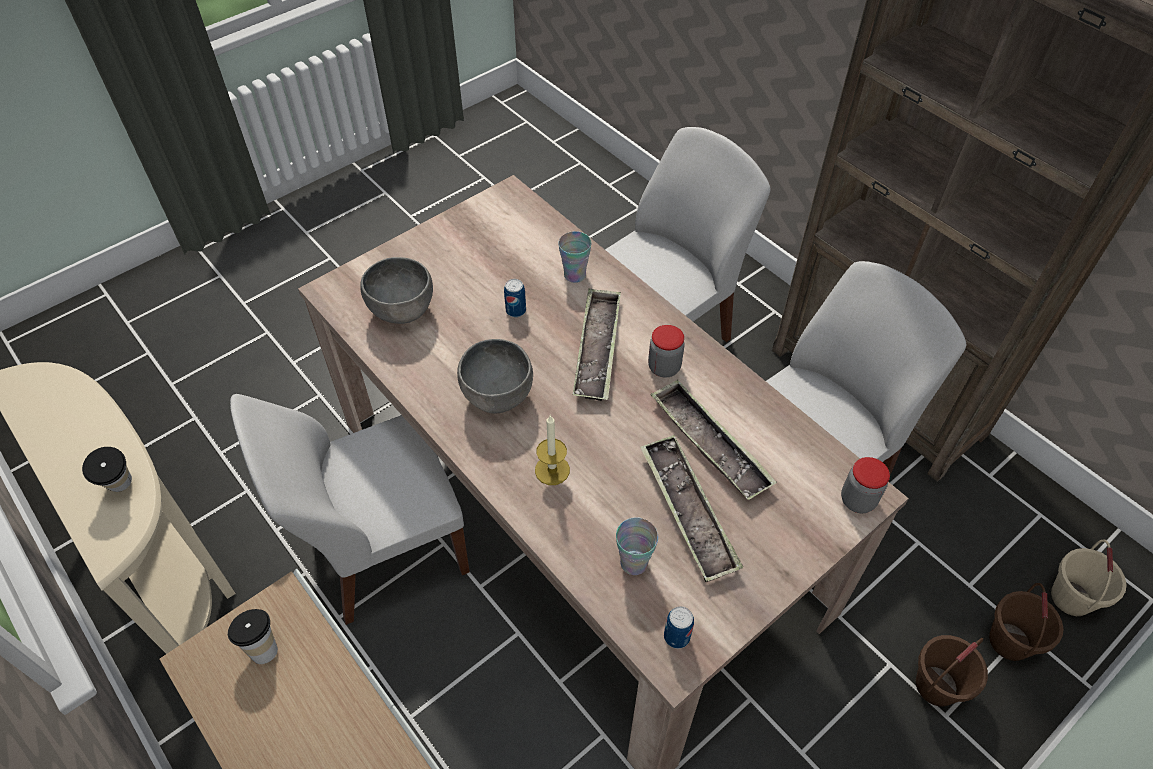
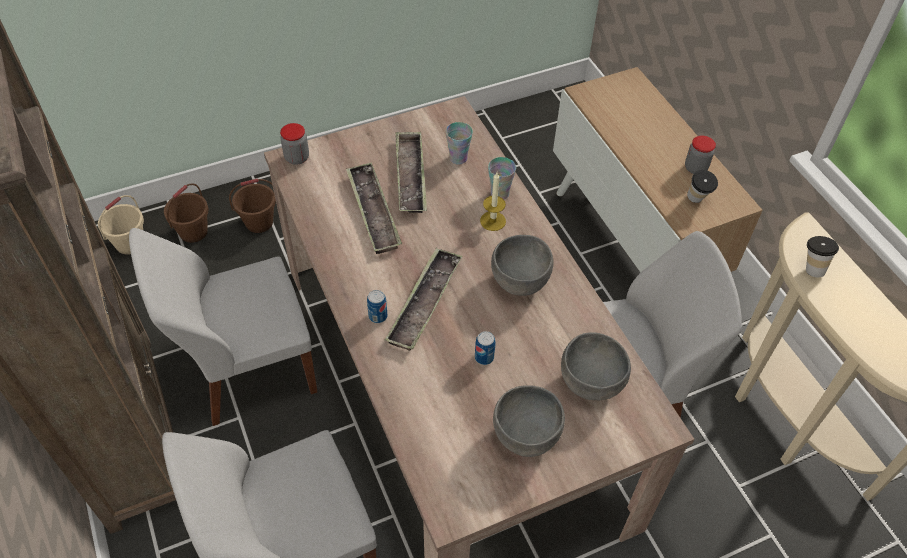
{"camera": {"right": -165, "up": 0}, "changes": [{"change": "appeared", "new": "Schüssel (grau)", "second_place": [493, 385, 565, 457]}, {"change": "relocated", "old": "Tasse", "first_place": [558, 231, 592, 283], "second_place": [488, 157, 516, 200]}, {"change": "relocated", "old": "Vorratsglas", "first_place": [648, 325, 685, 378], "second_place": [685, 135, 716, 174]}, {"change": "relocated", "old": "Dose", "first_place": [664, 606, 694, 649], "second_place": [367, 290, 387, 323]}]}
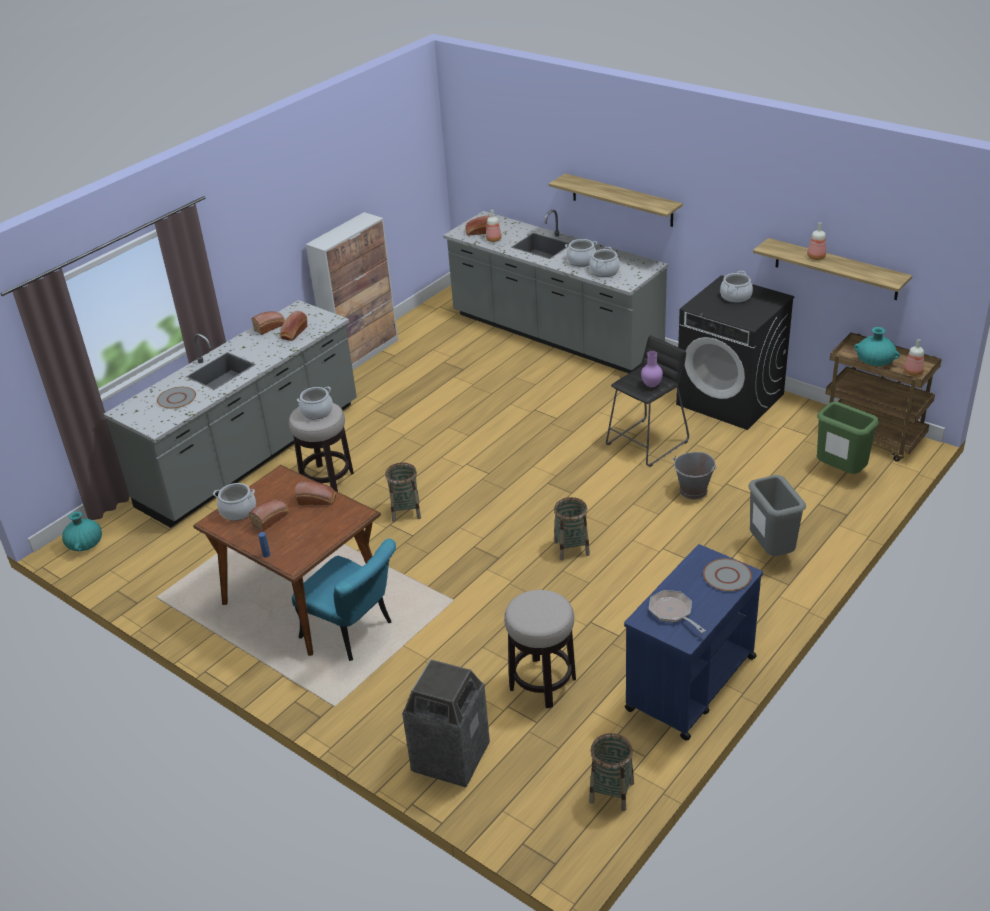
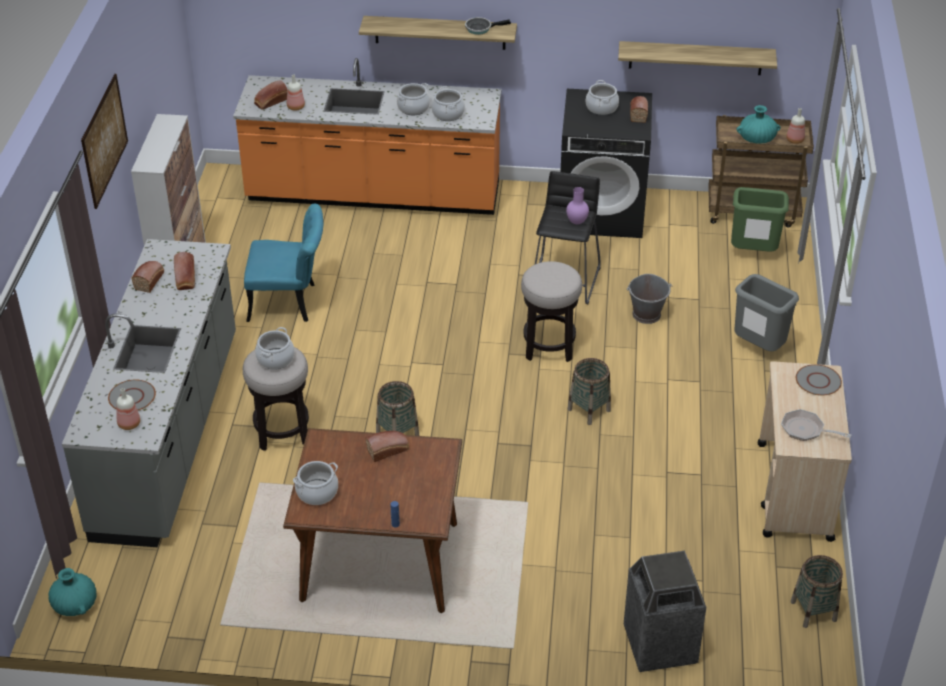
{"camera": {"right": -35, "up": 5}, "changes": [{"change": "appeared", "new": "Bild", "second_place": [81, 74, 128, 209]}, {"change": "appeared", "new": "Pfanne", "second_place": [465, 17, 511, 35]}, {"change": "relocated", "old": "Brot", "first_place": [249, 500, 289, 531], "second_place": [630, 96, 648, 123]}, {"change": "relocated", "old": "Stuhl (türkis)", "first_place": [292, 539, 396, 661], "second_place": [244, 203, 324, 322]}, {"change": "relocated", "old": "Hocker", "first_place": [504, 590, 576, 708], "second_place": [521, 261, 582, 362]}, {"change": "relocated", "old": "Flasche", "first_place": [807, 222, 826, 260], "second_place": [117, 388, 140, 430]}, {"change": "colour", "old": "Küchenzeile (grau)", "new": "Küchenzeile (orange)", "first_place": [443, 210, 668, 373], "second_place": [233, 58, 501, 215]}, {"change": "colour", "old": "Rollwagen (blau)", "new": "Rollwagen (beige)", "first_place": [624, 544, 763, 741], "second_place": [758, 361, 852, 542]}]}
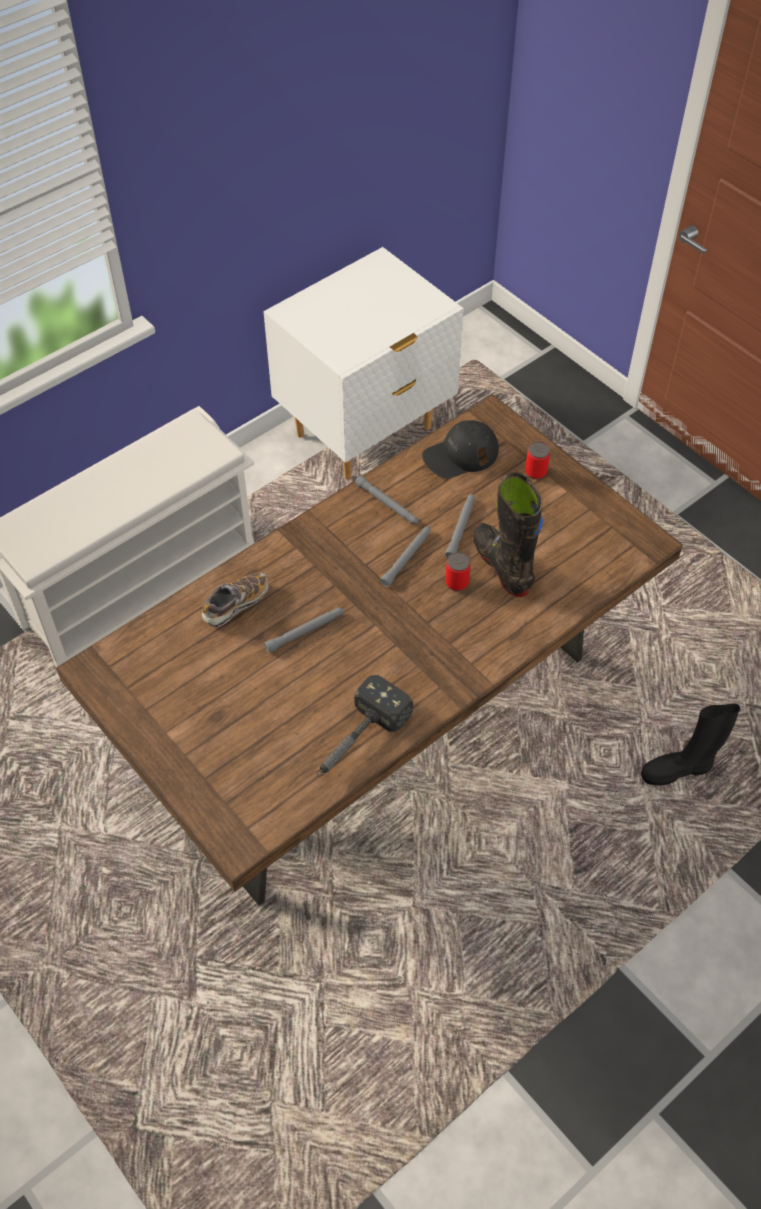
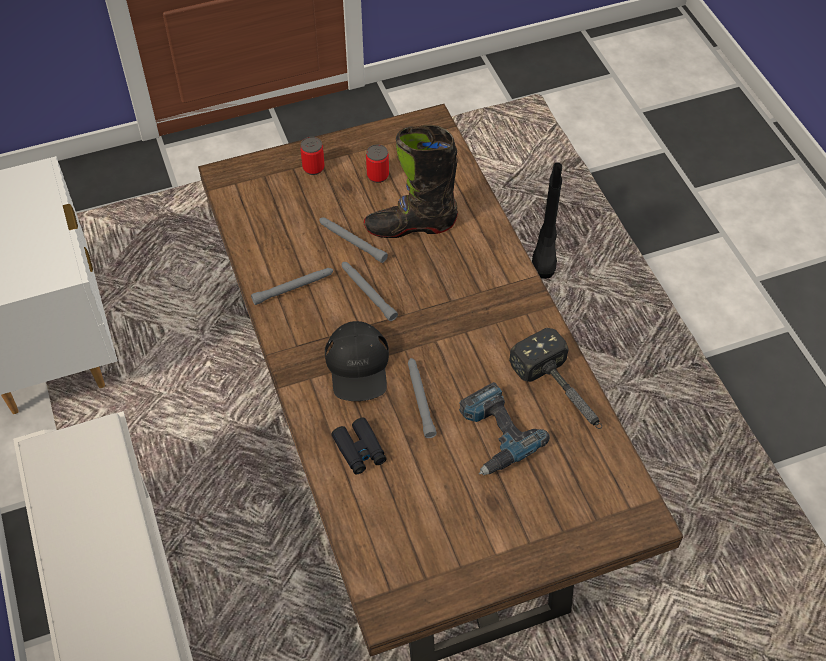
{"camera": {"right": -70, "up": 0}, "changes": [{"change": "appeared", "new": "Bohrmaschine", "second_place": [459, 382, 550, 475]}, {"change": "relocated", "old": "Kappe (schwarz)", "first_place": [422, 420, 499, 479], "second_place": [325, 321, 389, 401]}, {"change": "relocated", "old": "Dose", "first_place": [445, 552, 471, 591], "second_place": [366, 144, 389, 183]}, {"change": "exchanged", "old": "Schuh", "new": "Fernglas (schwarz)", "first_place": [202, 573, 269, 627], "second_place": [331, 417, 387, 475]}]}
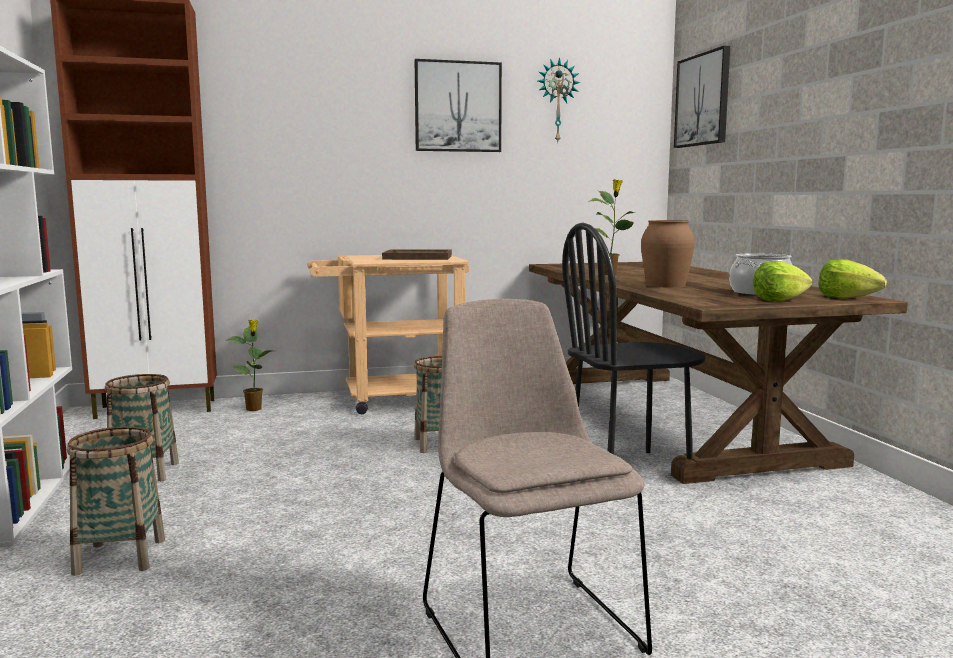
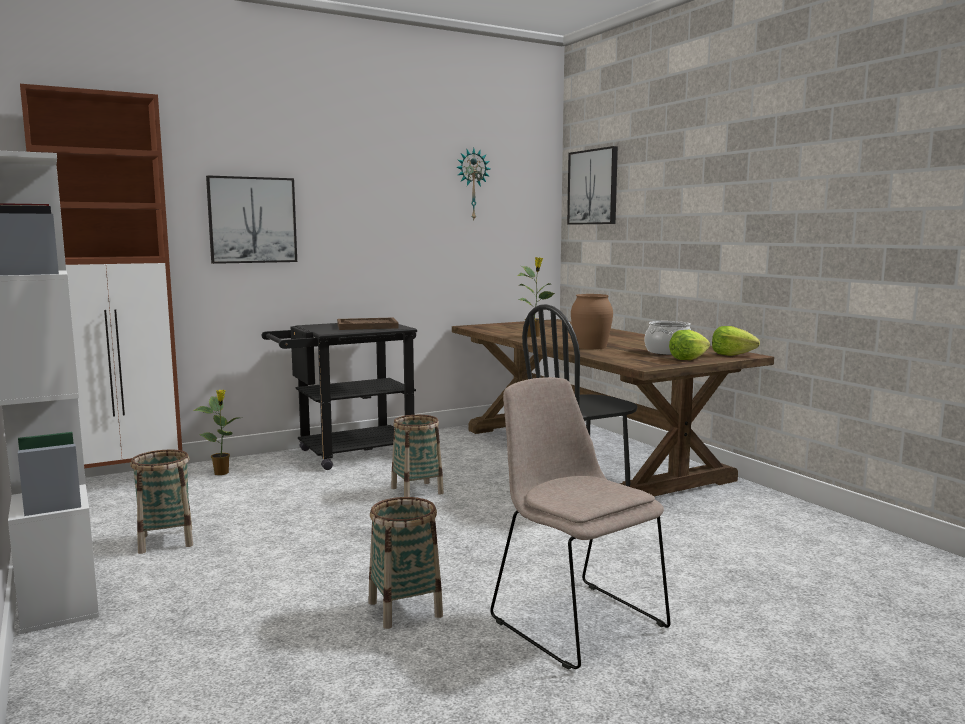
{"camera": {"right": -15, "up": 0}, "changes": [{"change": "relocated", "old": "Korb", "first_place": [67, 426, 165, 576], "second_place": [369, 497, 443, 629]}, {"change": "relocated", "old": "Bild", "first_place": [415, 59, 502, 152], "second_place": [206, 175, 297, 264]}, {"change": "colour", "old": "Rollwagen (beige)", "new": "Rollwagen (schwarz)", "first_place": [307, 255, 469, 414], "second_place": [261, 323, 417, 470]}]}
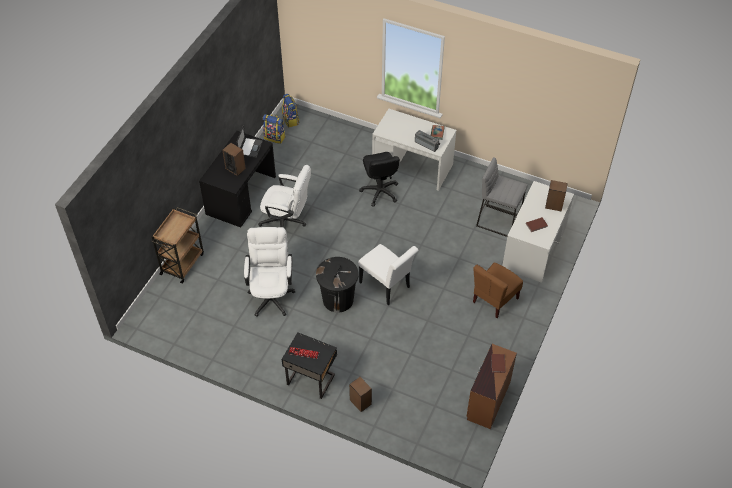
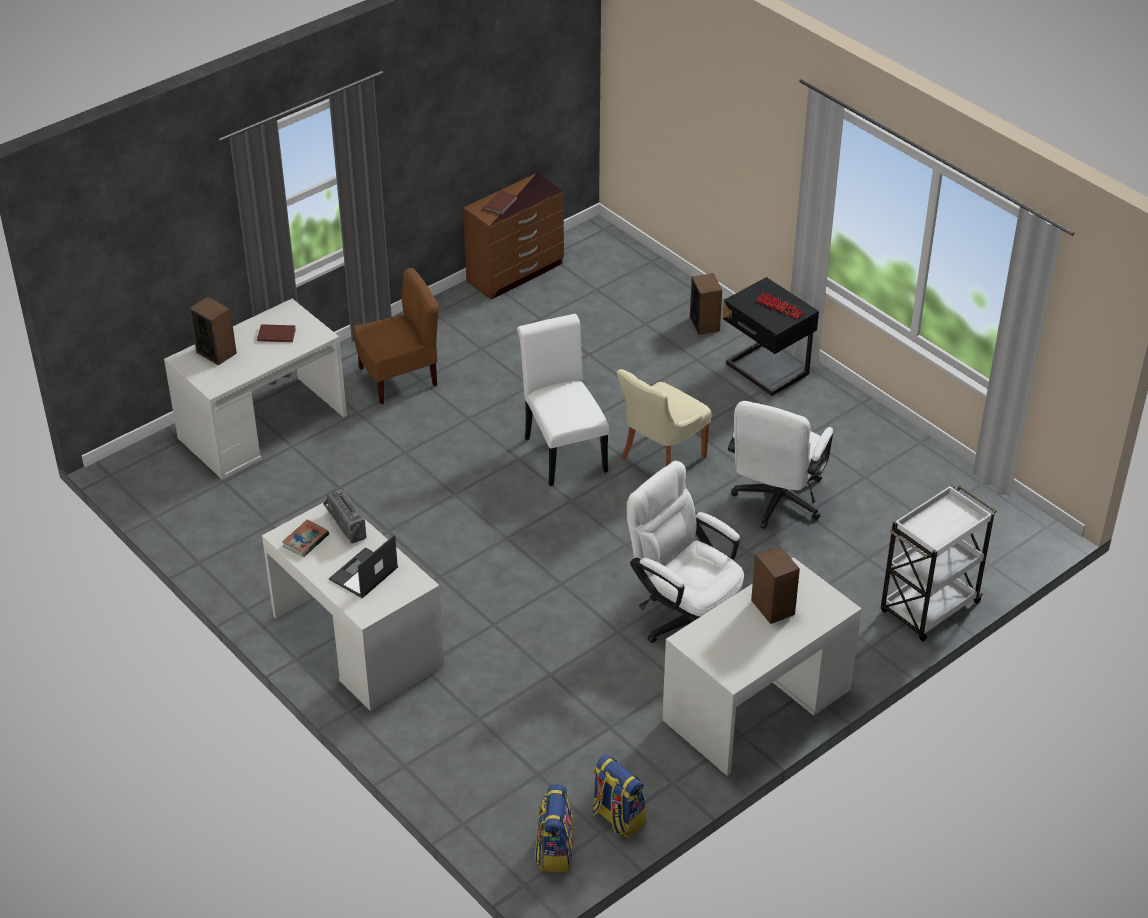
{"camera": {"right": -155, "up": -10}, "changes": [{"change": "missing", "old": "Bürostuhl (schwarz)", "first_place": [359, 152, 400, 207]}, {"change": "missing", "old": "Hocker (grau)", "first_place": [476, 157, 528, 237]}, {"change": "relocated", "old": "Laptop", "first_place": [237, 125, 263, 158], "second_place": [329, 534, 398, 598]}, {"change": "exchanged", "old": "Mülleimer (schwarz)", "new": "Stuhl (beige)", "first_place": [316, 257, 358, 313], "second_place": [617, 369, 712, 466]}, {"change": "colour", "old": "Rollwagen (braun)", "new": "Rollwagen (weiß)", "first_place": [151, 207, 204, 284], "second_place": [881, 485, 996, 641]}, {"change": "colour", "old": "Schreibtisch (schwarz)", "new": "Schreibtisch (weiß)", "first_place": [199, 131, 276, 228], "second_place": [662, 557, 862, 776]}]}
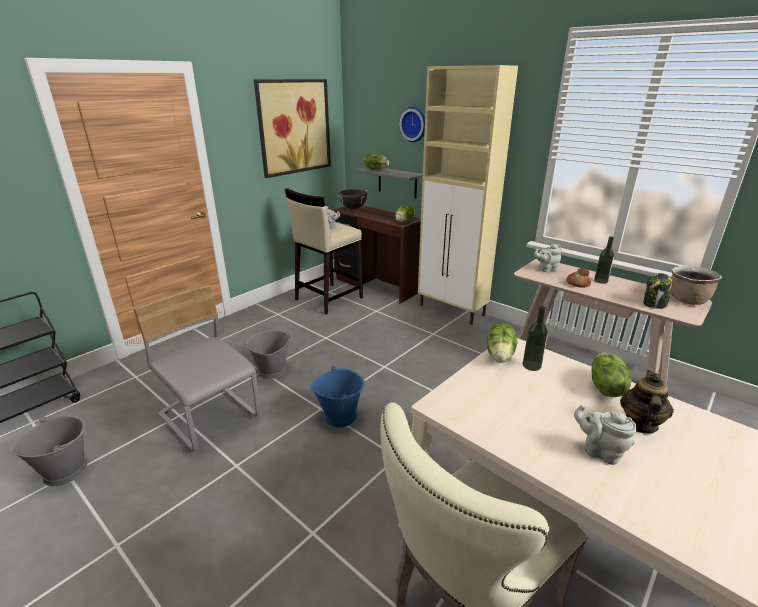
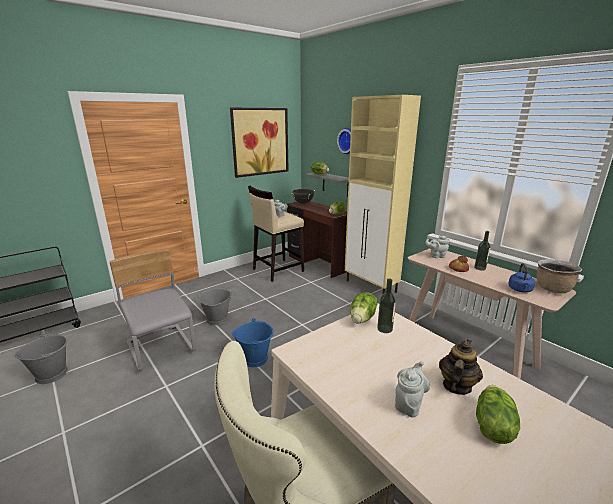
{"camera": {"right": 10, "up": -5}, "changes": [{"change": "relocated", "old": "Salatkopf", "first_place": [591, 353, 631, 397], "second_place": [476, 385, 520, 444]}, {"change": "exchanged", "old": "Vorratsglas", "new": "Wasserkessel (blau)", "first_place": [643, 273, 673, 309], "second_place": [508, 263, 535, 293]}, {"change": "spun", "old": "Teekanne (grau)", "first_place": [574, 405, 637, 465], "second_place": [395, 361, 430, 417], "degrees": 75}]}
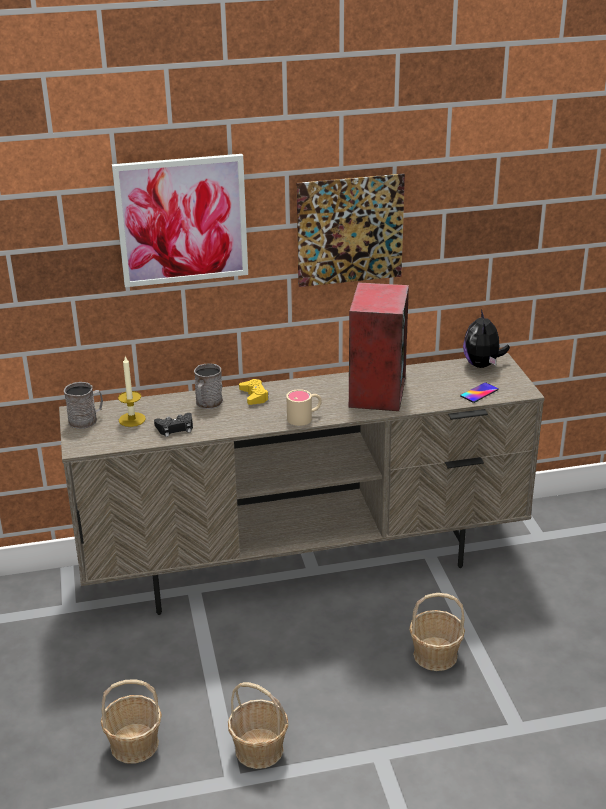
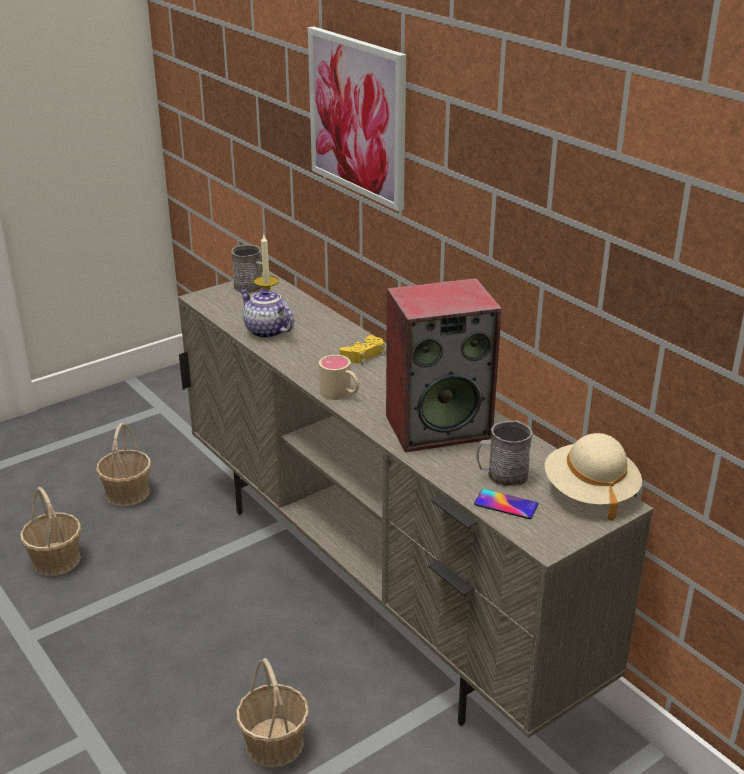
{"camera": {"right": 65, "up": 0}, "changes": [{"change": "missing", "old": "Bild", "first_place": [297, 174, 405, 287]}, {"change": "relocated", "old": "Henkelbecher (grau)", "first_place": [194, 363, 223, 409], "second_place": [476, 420, 533, 487]}, {"change": "relocated", "old": "Korb", "first_place": [228, 682, 289, 769], "second_place": [96, 423, 151, 507]}, {"change": "exchanged", "old": "Gamepad (schwarz)", "new": "Teekanne", "first_place": [154, 413, 193, 437], "second_place": [239, 289, 294, 338]}, {"change": "exchanged", "old": "Plüschtier", "new": "Hut (beige)", "first_place": [463, 310, 510, 368], "second_place": [545, 433, 642, 521]}]}
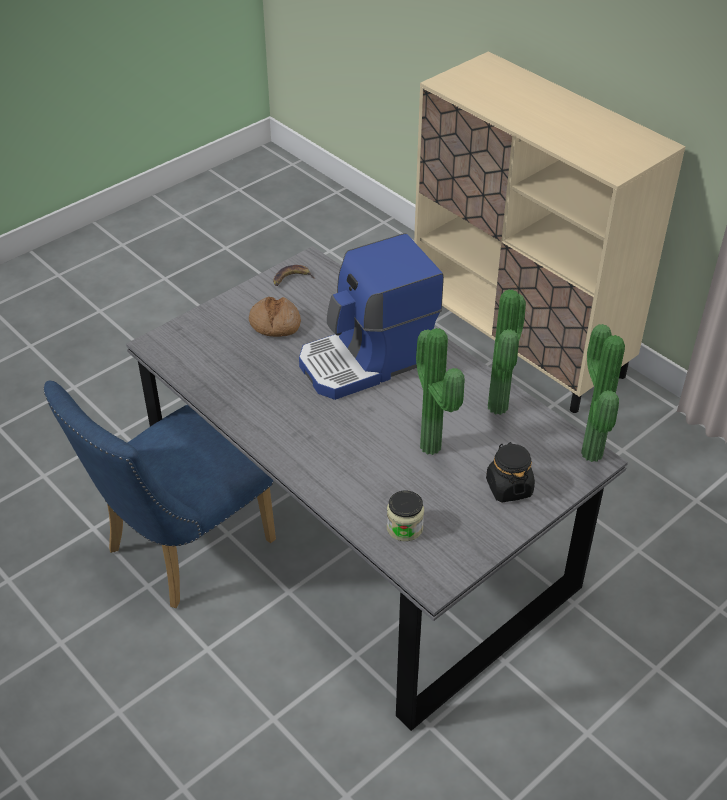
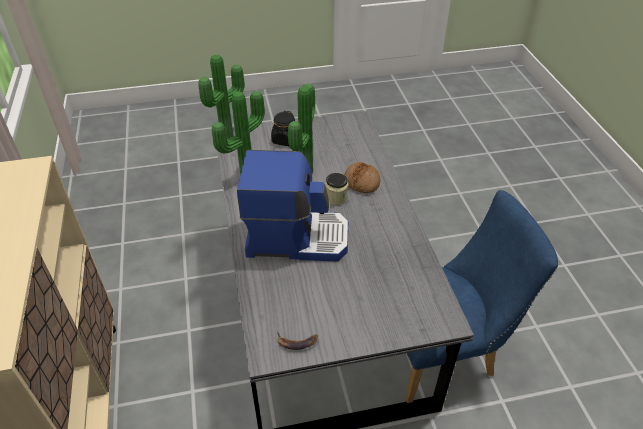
{"camera": {"right": -150, "up": 0}, "changes": [{"change": "relocated", "old": "Brot", "first_place": [249, 297, 301, 337], "second_place": [344, 162, 380, 193]}, {"change": "relocated", "old": "Vorratsglas", "first_place": [387, 491, 424, 541], "second_place": [325, 173, 349, 205]}]}
